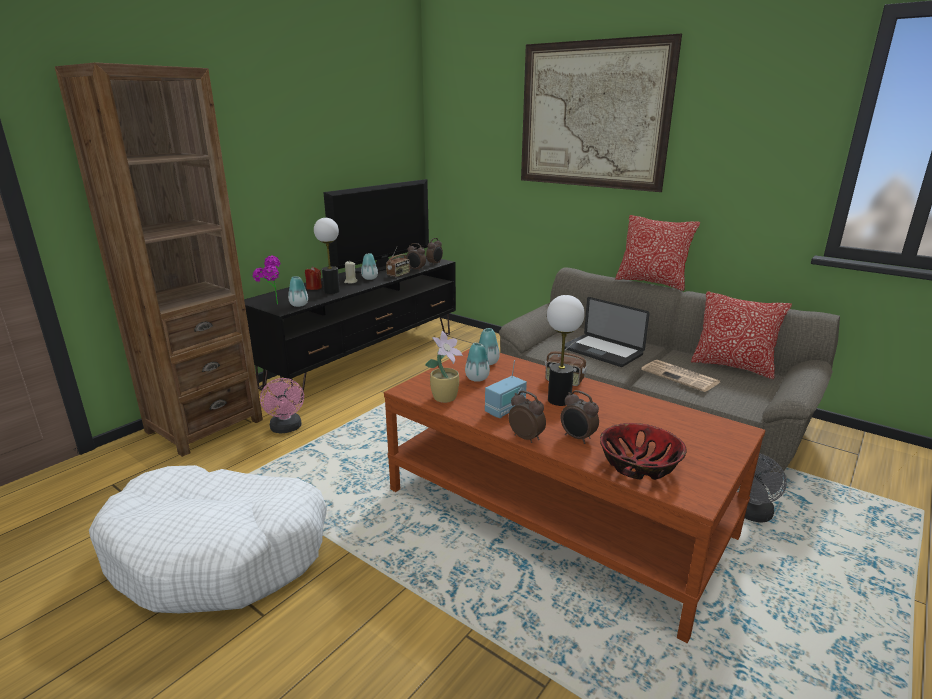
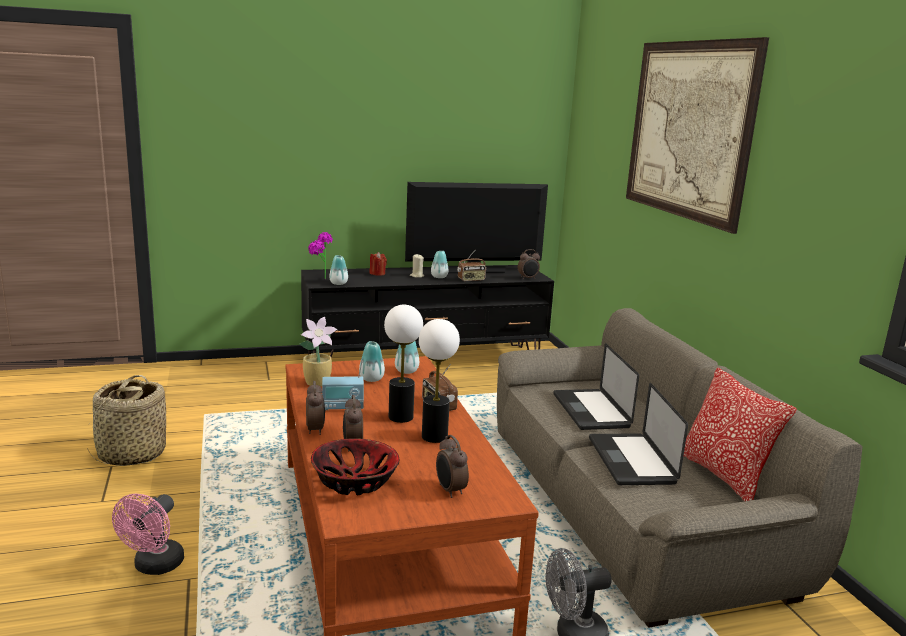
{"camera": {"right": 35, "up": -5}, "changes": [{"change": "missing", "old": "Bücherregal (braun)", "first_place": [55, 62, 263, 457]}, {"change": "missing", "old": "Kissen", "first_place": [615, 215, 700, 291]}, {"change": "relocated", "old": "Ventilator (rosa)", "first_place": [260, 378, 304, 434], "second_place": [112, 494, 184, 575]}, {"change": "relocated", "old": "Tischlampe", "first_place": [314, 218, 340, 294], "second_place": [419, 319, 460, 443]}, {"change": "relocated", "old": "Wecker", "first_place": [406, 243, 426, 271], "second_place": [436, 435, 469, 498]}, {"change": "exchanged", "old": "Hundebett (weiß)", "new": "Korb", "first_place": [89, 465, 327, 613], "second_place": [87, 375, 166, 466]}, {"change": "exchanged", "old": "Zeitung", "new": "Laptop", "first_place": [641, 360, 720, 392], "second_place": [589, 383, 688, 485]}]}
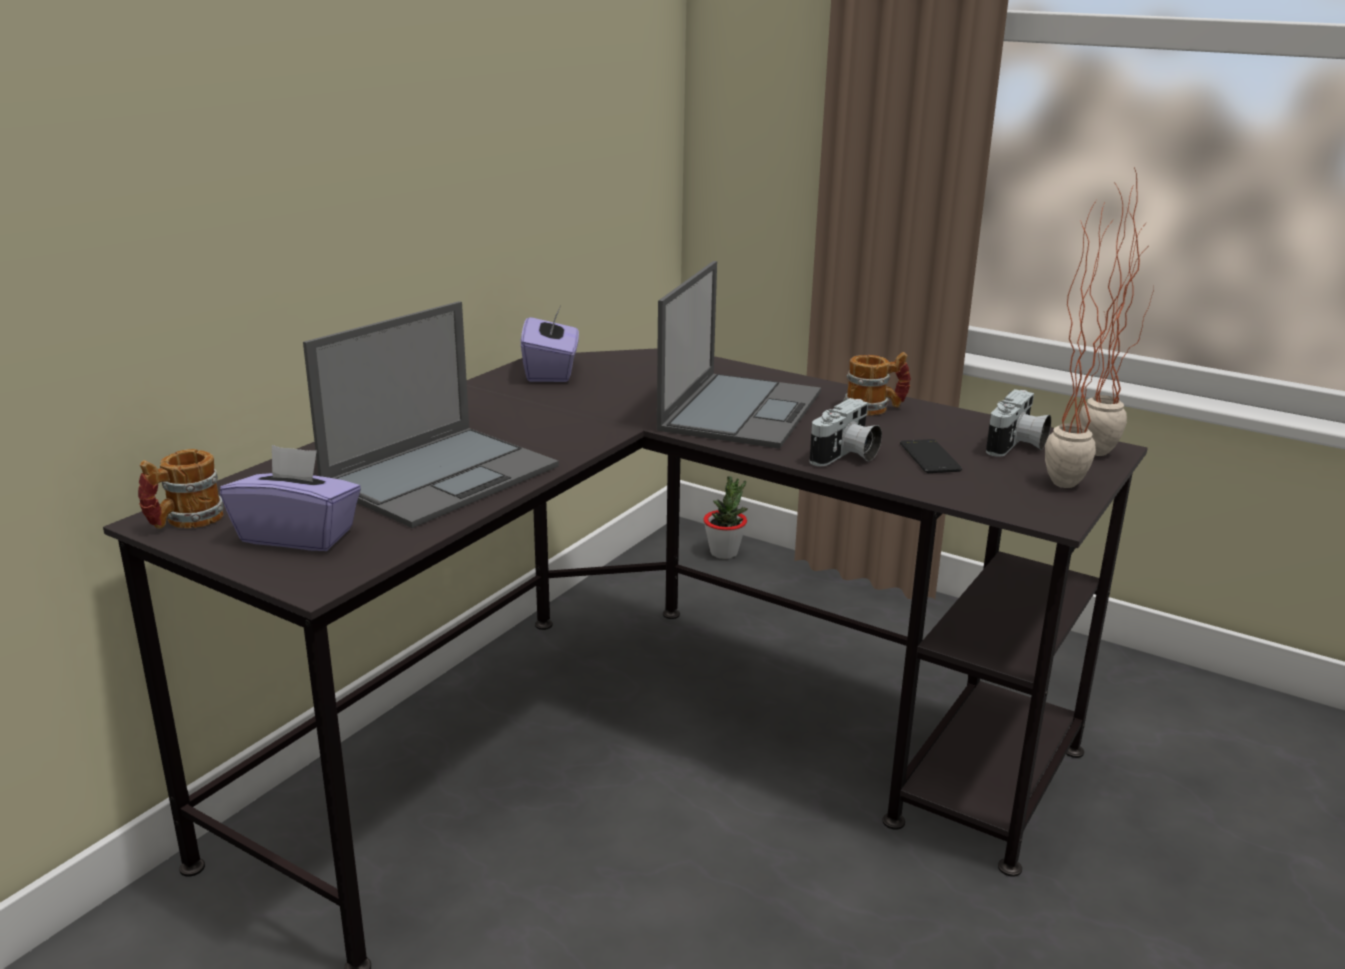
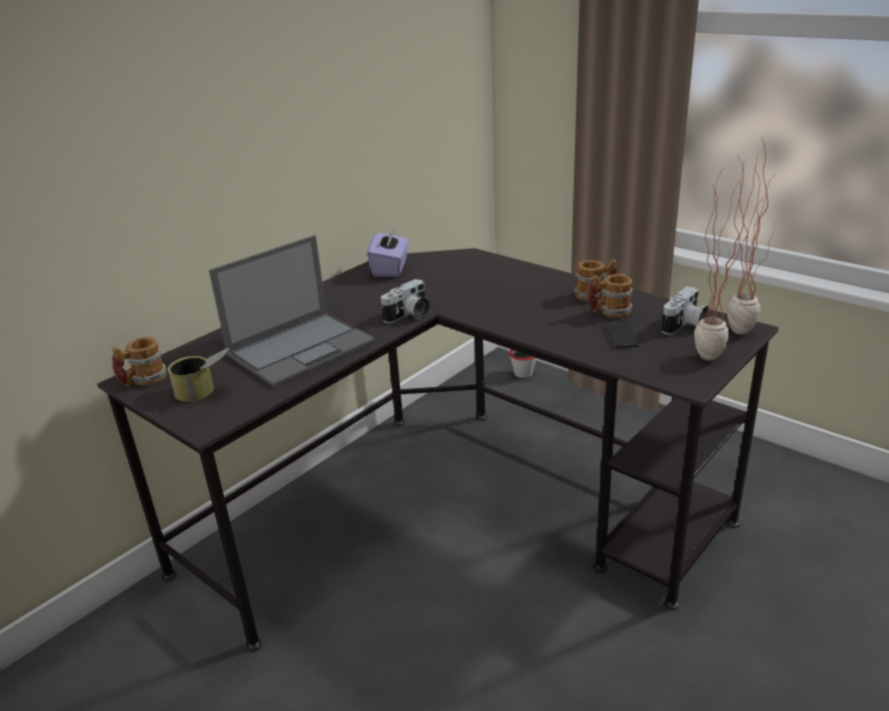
{"camera": {"right": 10, "up": 5}, "changes": [{"change": "missing", "old": "Laptop", "first_place": [657, 261, 821, 449]}, {"change": "appeared", "new": "Henkelbecher", "second_place": [588, 274, 633, 318]}, {"change": "relocated", "old": "Kamera", "first_place": [809, 398, 882, 466], "second_place": [381, 279, 430, 323]}, {"change": "exchanged", "old": "Taschentuchbox (lila)", "new": "Dose", "first_place": [220, 445, 361, 551], "second_place": [168, 348, 230, 402]}]}
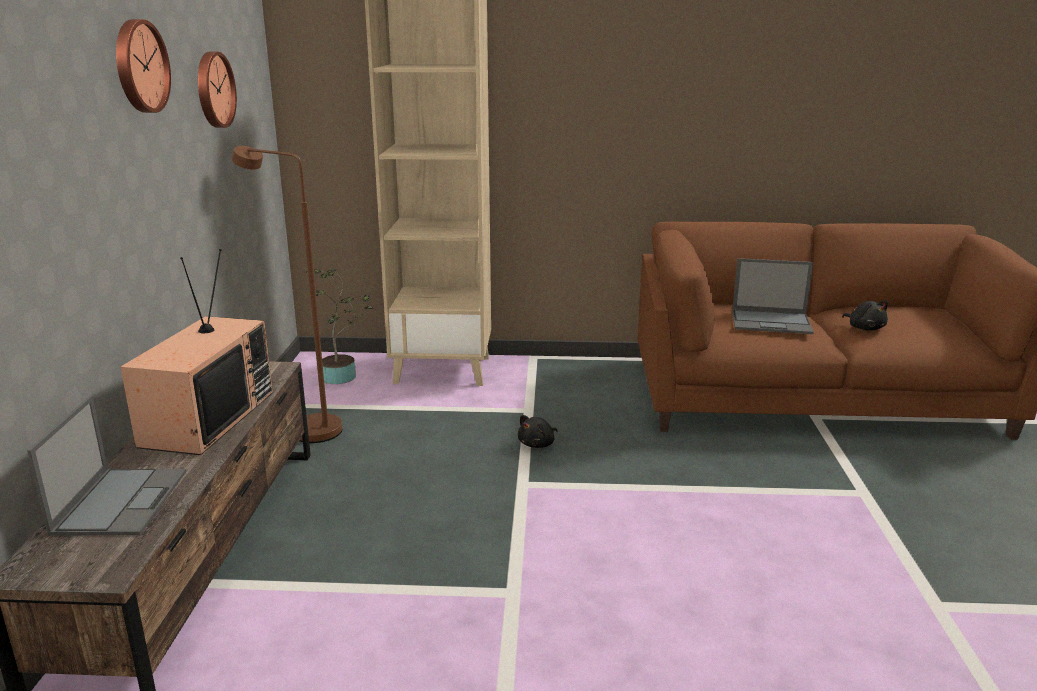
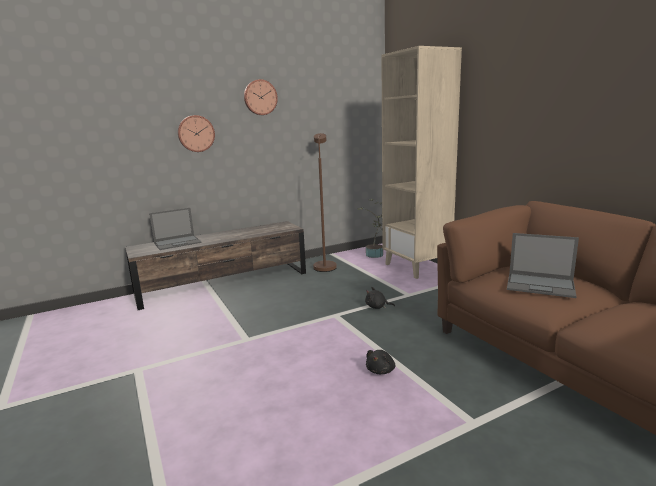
{"camera": {"right": 60, "up": -5}, "changes": [{"change": "missing", "old": "Fernseher", "first_place": [120, 249, 273, 455]}, {"change": "relocated", "old": "Wanduhr", "first_place": [198, 51, 237, 128], "second_place": [178, 115, 215, 152]}, {"change": "relocated", "old": "Plüschtier (schwarz)", "first_place": [842, 301, 888, 331], "second_place": [366, 350, 395, 374]}, {"change": "spun", "old": "Laptop", "first_place": [732, 258, 814, 334], "second_place": [507, 233, 579, 298], "degrees": -45}]}
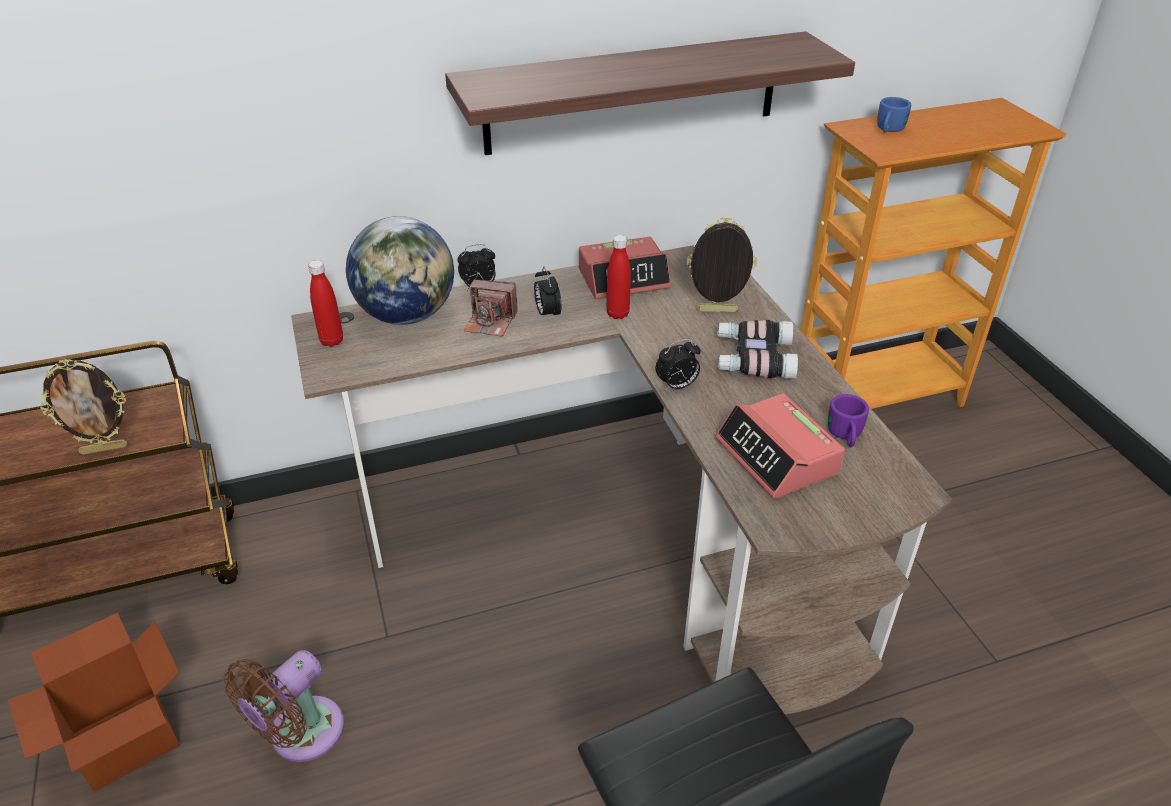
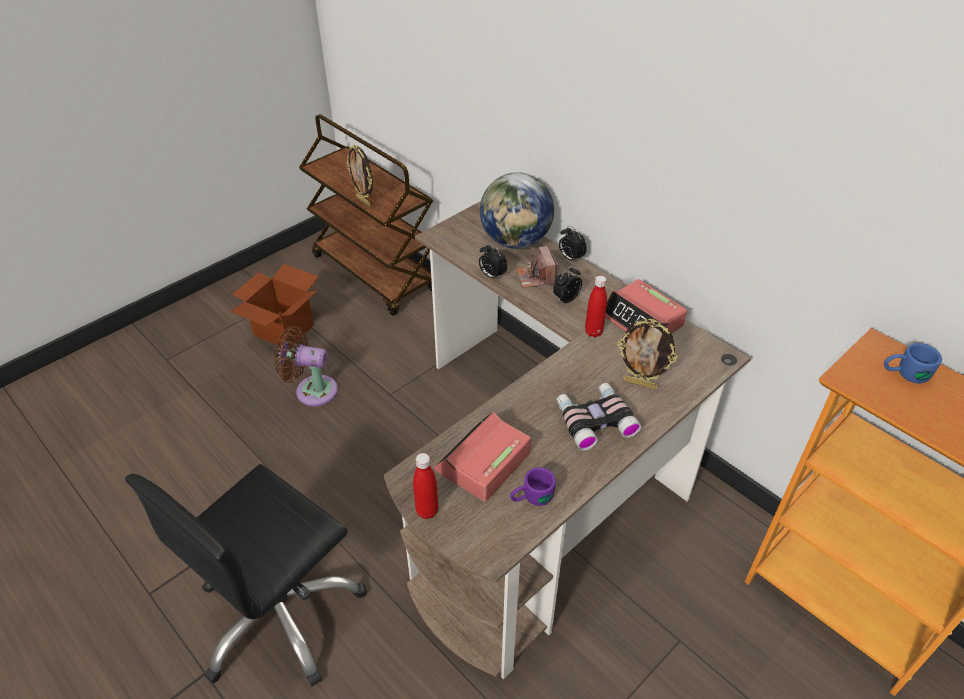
{"camera": {"right": 65, "up": 5}, "changes": [{"change": "missing", "old": "Wandregal", "first_place": [445, 31, 855, 155]}, {"change": "relocated", "old": "Flasche (rot)", "first_place": [308, 260, 343, 347], "second_place": [413, 453, 438, 519]}, {"change": "relocated", "old": "Wecker", "first_place": [655, 339, 701, 391], "second_place": [479, 243, 507, 280]}, {"change": "spun", "old": "Bilderrahmen", "first_place": [687, 218, 757, 312], "second_place": [617, 319, 678, 390], "degrees": 135}]}
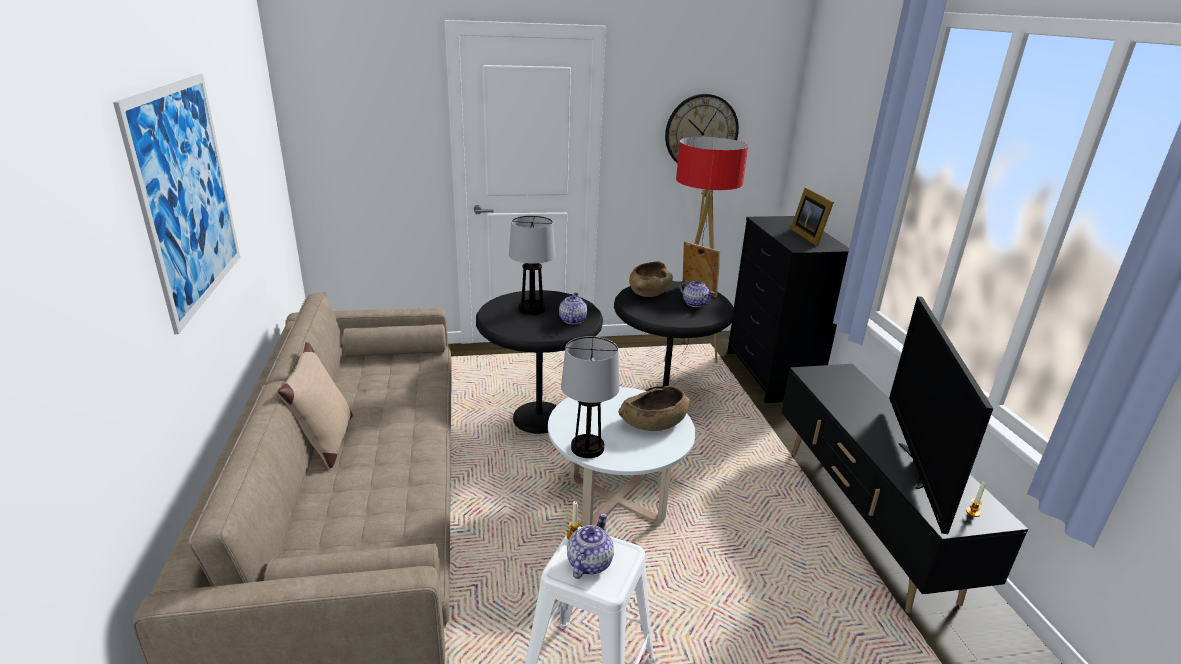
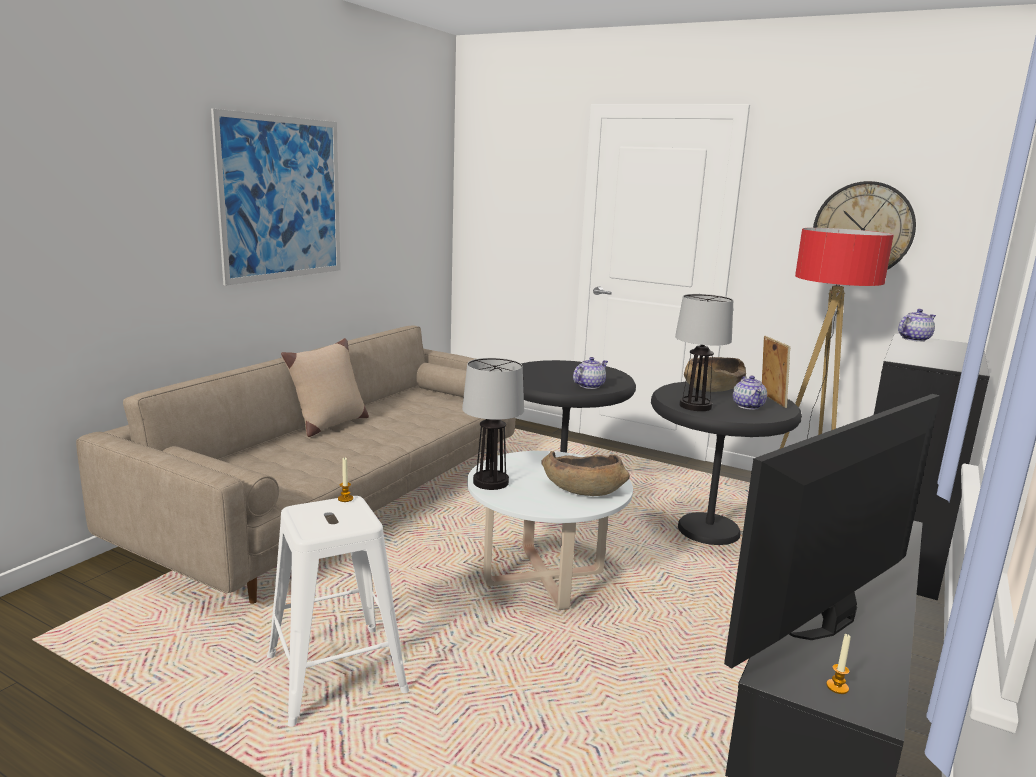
{"camera": {"right": 40, "up": -10}, "changes": [{"change": "missing", "old": "Bilderrahmen", "first_place": [791, 188, 834, 246]}, {"change": "relocated", "old": "Tischlampe", "first_place": [509, 215, 555, 315], "second_place": [675, 294, 733, 411]}, {"change": "relocated", "old": "Teekanne", "first_place": [567, 513, 614, 579], "second_place": [898, 309, 936, 342]}]}
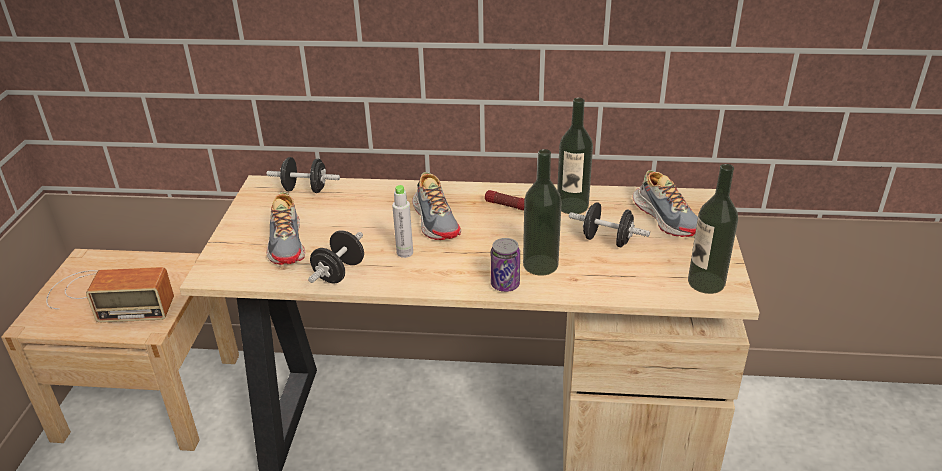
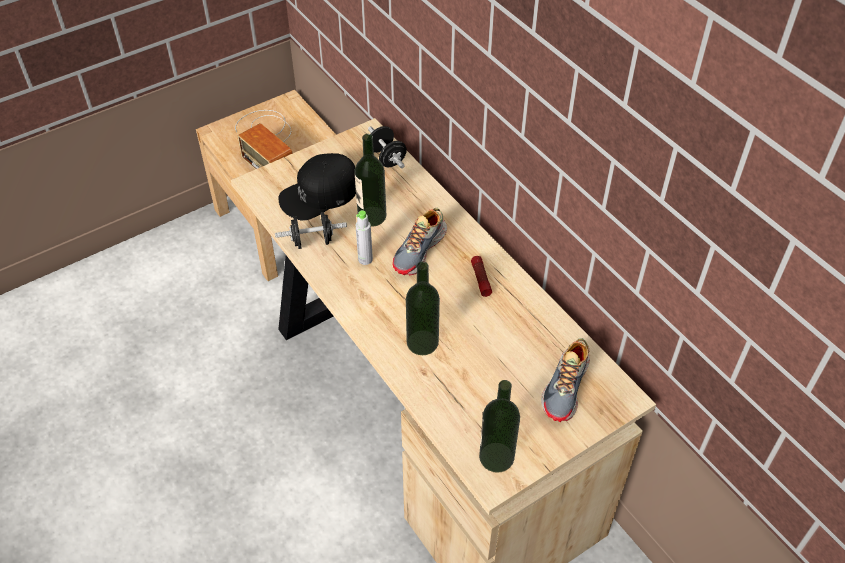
{"camera": {"right": 50, "up": 15}, "changes": [{"change": "missing", "old": "Dose", "first_place": [491, 238, 520, 292]}, {"change": "missing", "old": "Hantel (schwarz)", "first_place": [569, 202, 650, 247]}, {"change": "relocated", "old": "Flasche", "first_place": [557, 98, 593, 214], "second_place": [354, 134, 386, 227]}, {"change": "exchanged", "old": "Schuh", "new": "Kappe (schwarz)", "first_place": [266, 192, 305, 265], "second_place": [278, 153, 356, 221]}]}
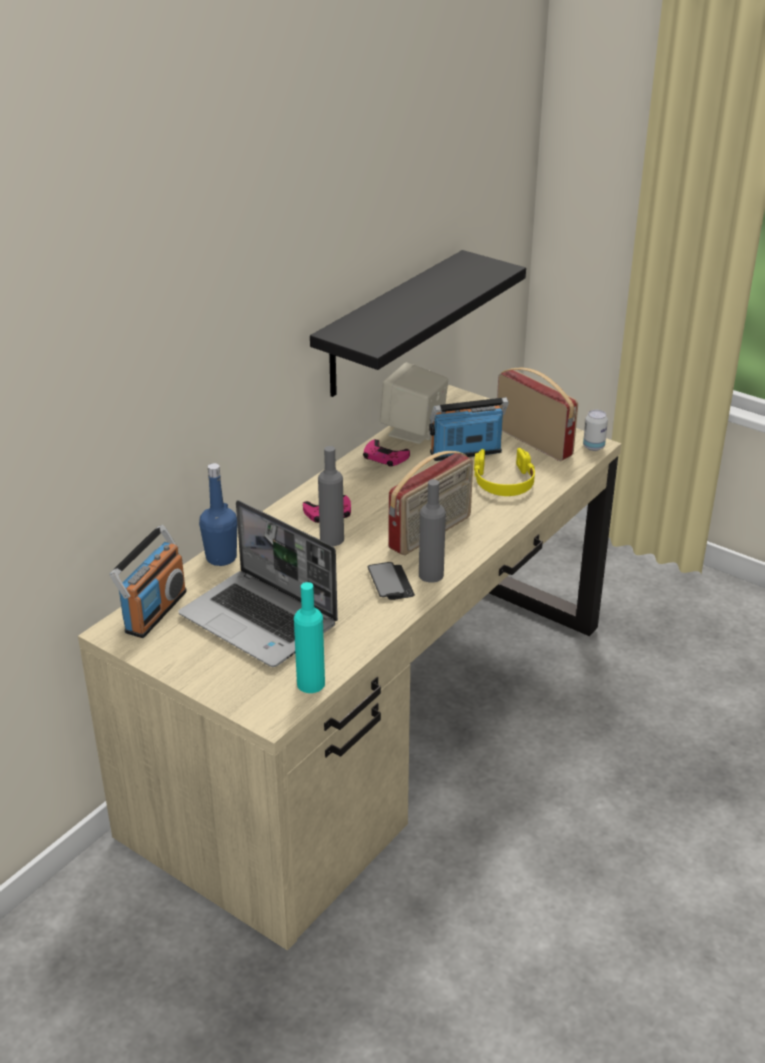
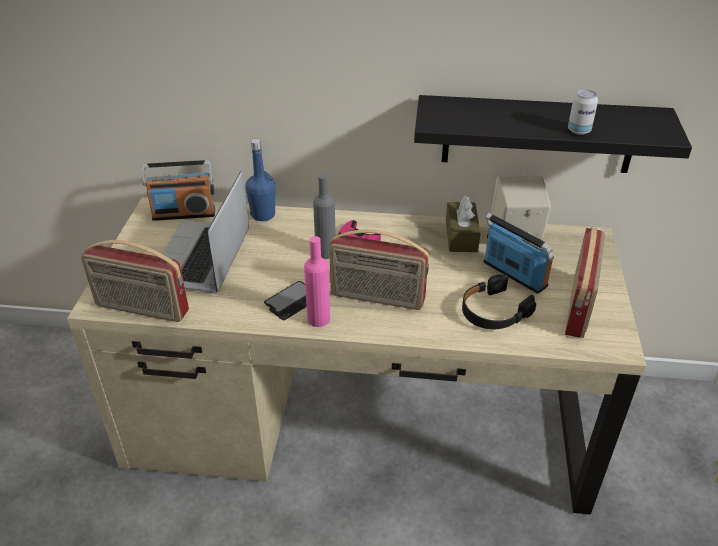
{"camera": {"right": 60, "up": 5}, "changes": [{"change": "relocated", "old": "Dose", "first_place": [583, 410, 608, 451], "second_place": [568, 89, 598, 135]}, {"change": "exchanged", "old": "Flasche (türkis)", "new": "Radio", "first_place": [294, 582, 325, 693], "second_place": [81, 240, 189, 322]}, {"change": "exchanged", "old": "Gamepad (rosa)", "new": "Taschentuchbox (braun)", "first_place": [363, 439, 410, 467], "second_place": [446, 196, 481, 252]}, {"change": "colour", "old": "Flasche (grau)", "new": "Flasche (rosa)", "first_place": [419, 479, 446, 583], "second_place": [304, 236, 330, 327]}, {"change": "colour", "old": "Kopfhörer (gelb)", "new": "Kopfhörer (schwarz)", "first_place": [474, 448, 535, 496], "second_place": [462, 274, 536, 329]}]}
